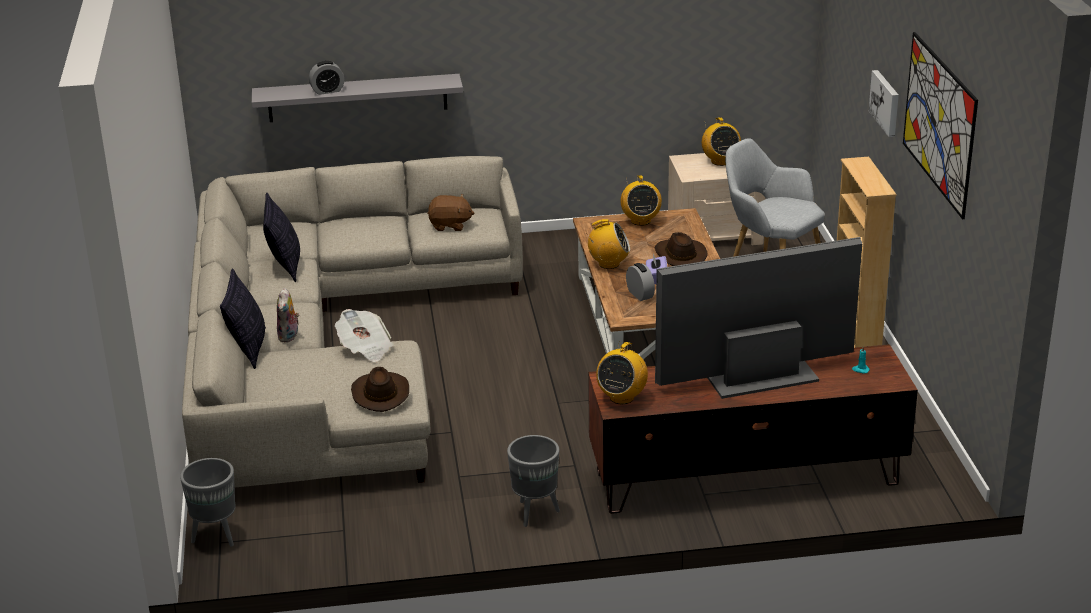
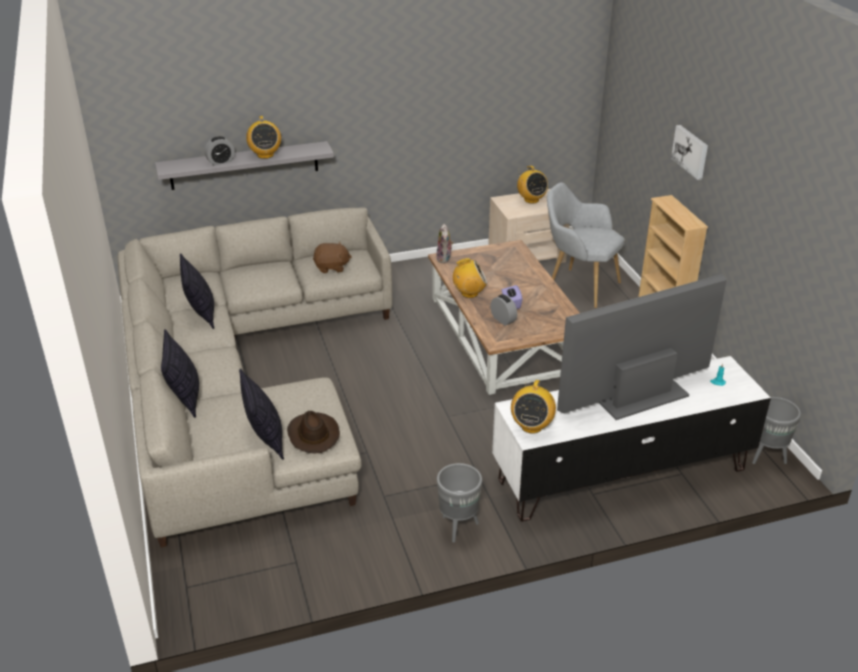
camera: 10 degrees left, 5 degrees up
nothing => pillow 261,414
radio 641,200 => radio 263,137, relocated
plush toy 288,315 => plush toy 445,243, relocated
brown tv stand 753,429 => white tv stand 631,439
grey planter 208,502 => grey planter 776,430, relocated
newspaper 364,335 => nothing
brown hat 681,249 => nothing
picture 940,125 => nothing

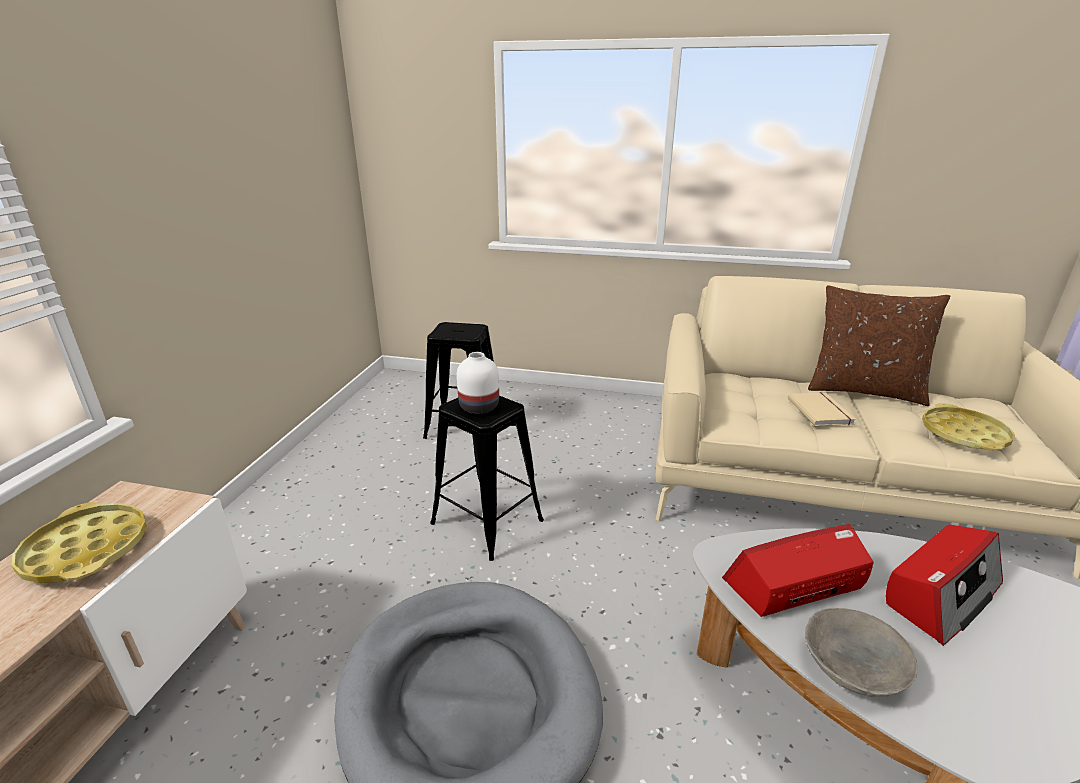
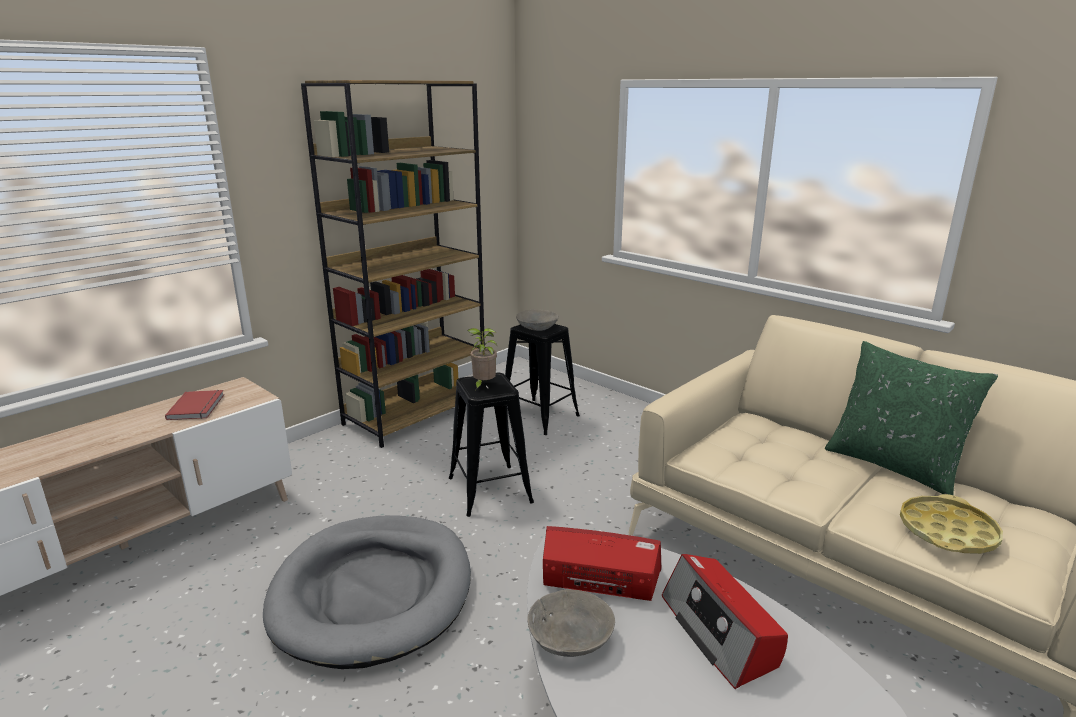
camera: 30 degrees right, 5 degrees down
yellow tray 79,542 => red book 194,405
nothing => brown bookcase 393,264
white vase 478,383 => potted plant 482,359
nothing => grey bowl 537,320
radio 944,585 => radio 725,621, 75 degrees clockwise
brown pillow 879,345 => green pillow 911,418
beige book 822,409 => nothing

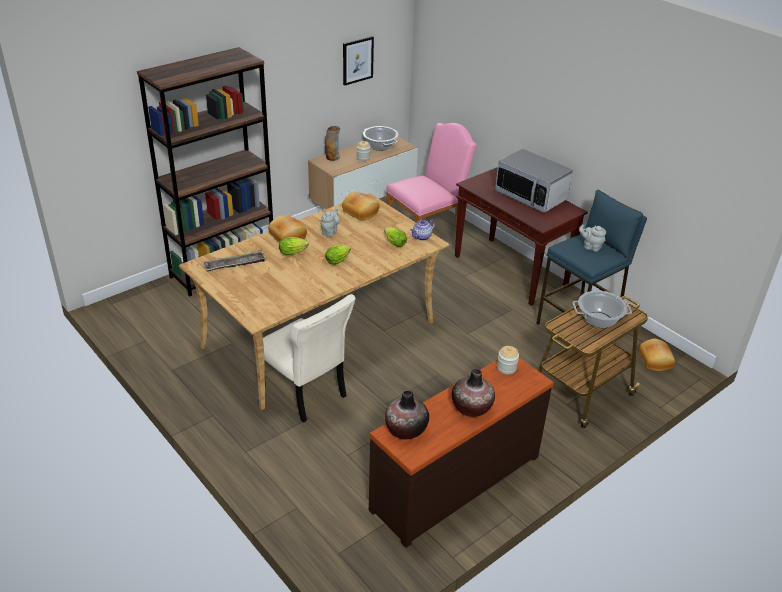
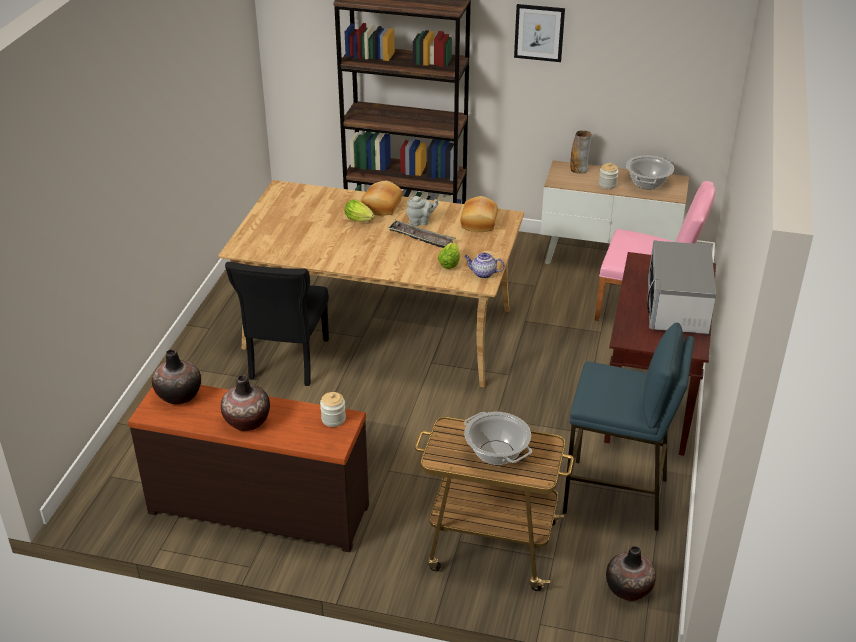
camera: 55 degrees right, 0 degrees up
beige chair 305,358 => black chair 277,324
tray 234,260 => tray 421,234, relocated
picture 358,61 => picture 539,33, relocated
bread 657,355 => vase 631,573
lettuce 338,254 => nothing
grey teapot 592,238 => nothing

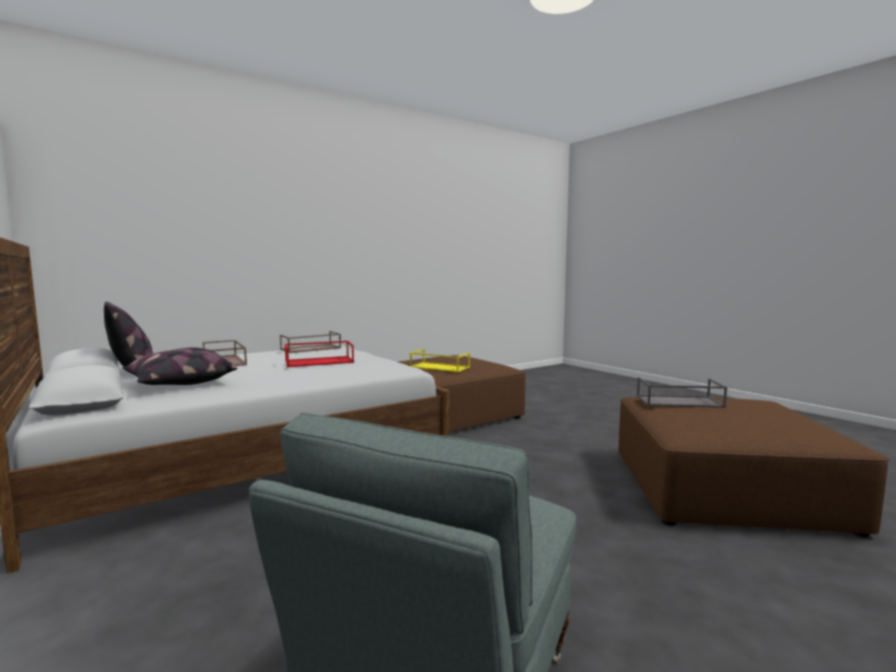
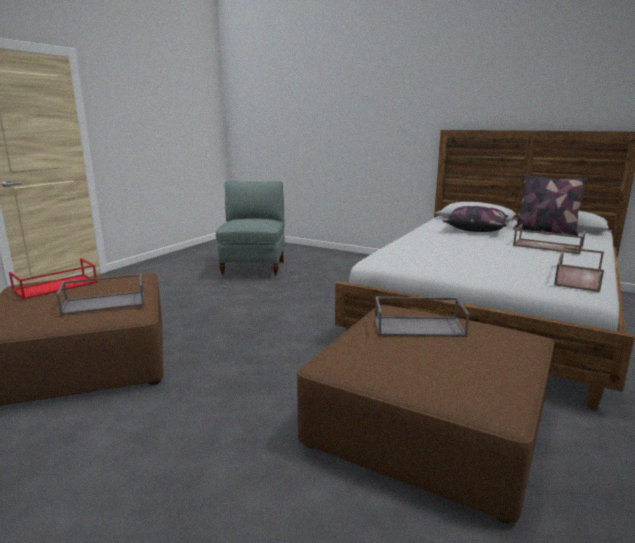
camera: 155 degrees right, 10 degrees up
red tray 319,354 => red tray 53,279, relocated
yellow tray 440,360 => grey tray 421,317

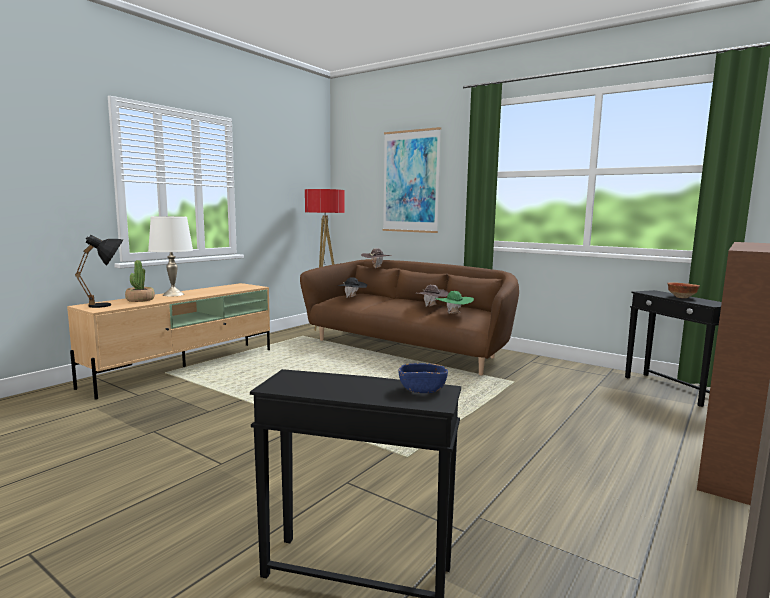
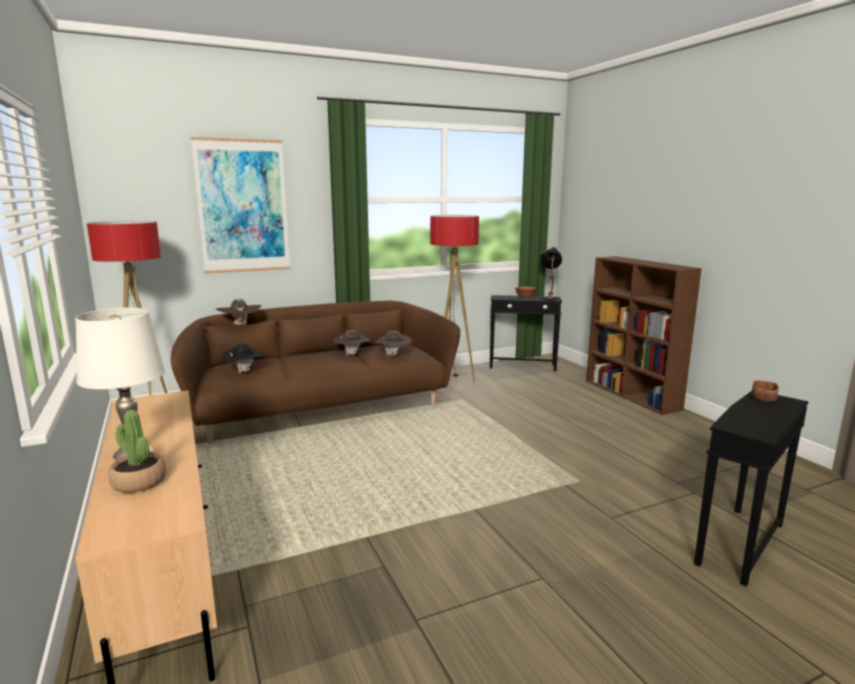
camera: 60 degrees left, 5 degrees up
green hat 454,302 => brown hat 393,343
nothing => floor lamp 454,299
black table lamp 99,271 => black table lamp 551,273, relocated
blue bowl 423,378 => brown bowl 765,391

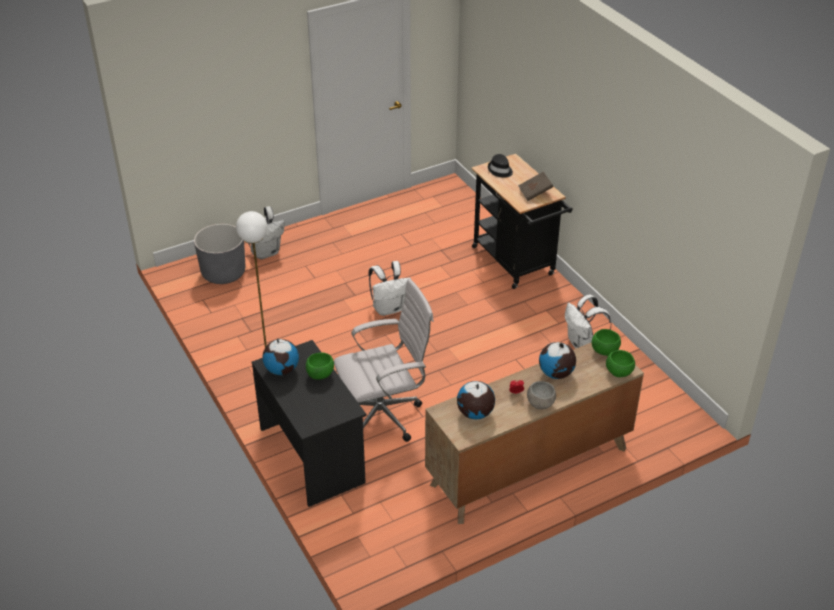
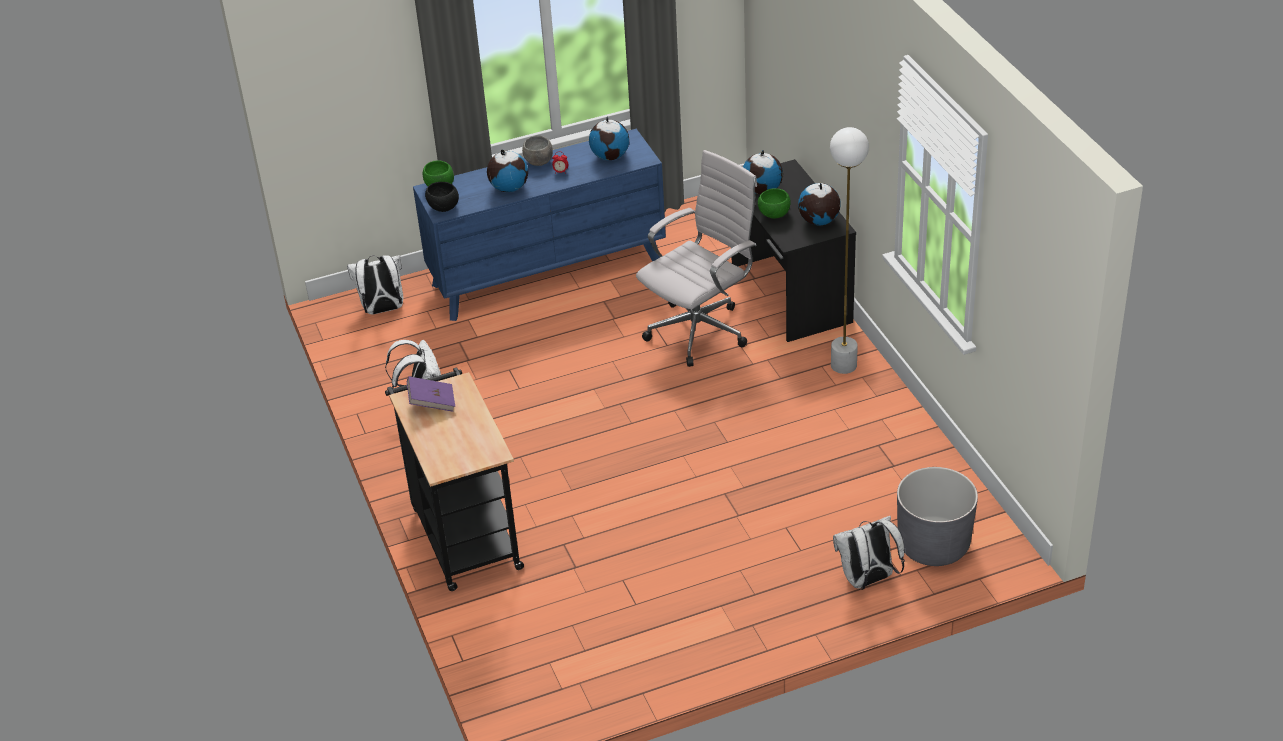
camera: 170 degrees left, 0 degrees up
white backpack 389,288 => white backpack 375,284, relocated
brown book 535,186 => purple book 431,394
brown dresser 534,433 => blue dresser 539,225
green bowl 606,342 => black bowl 442,197
white office chair 384,360 => white office chair 696,258, 150 degrees clockwise
nothing => globe 763,172
black hat 500,166 => nothing

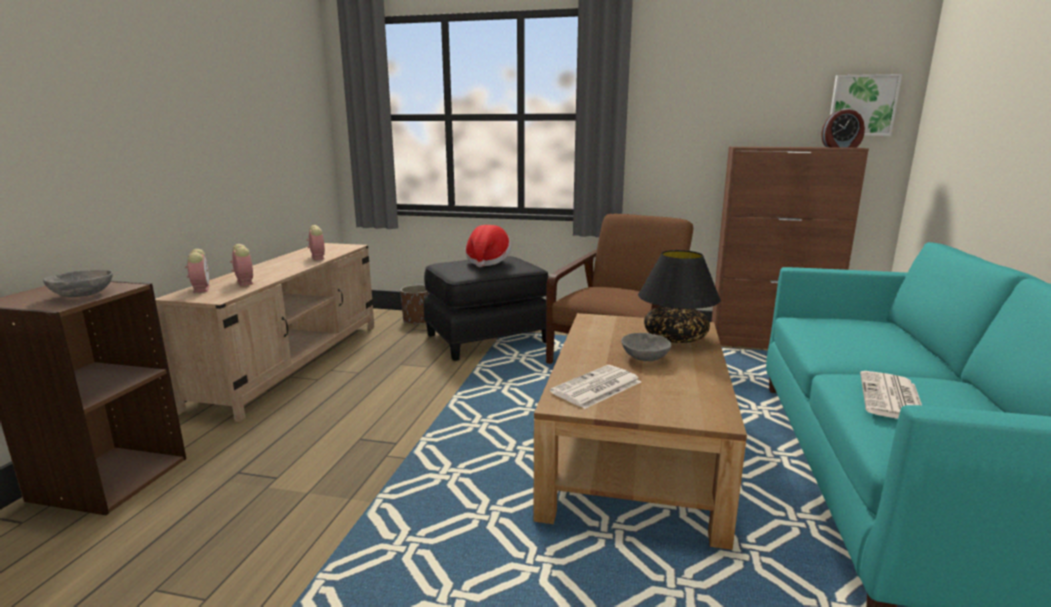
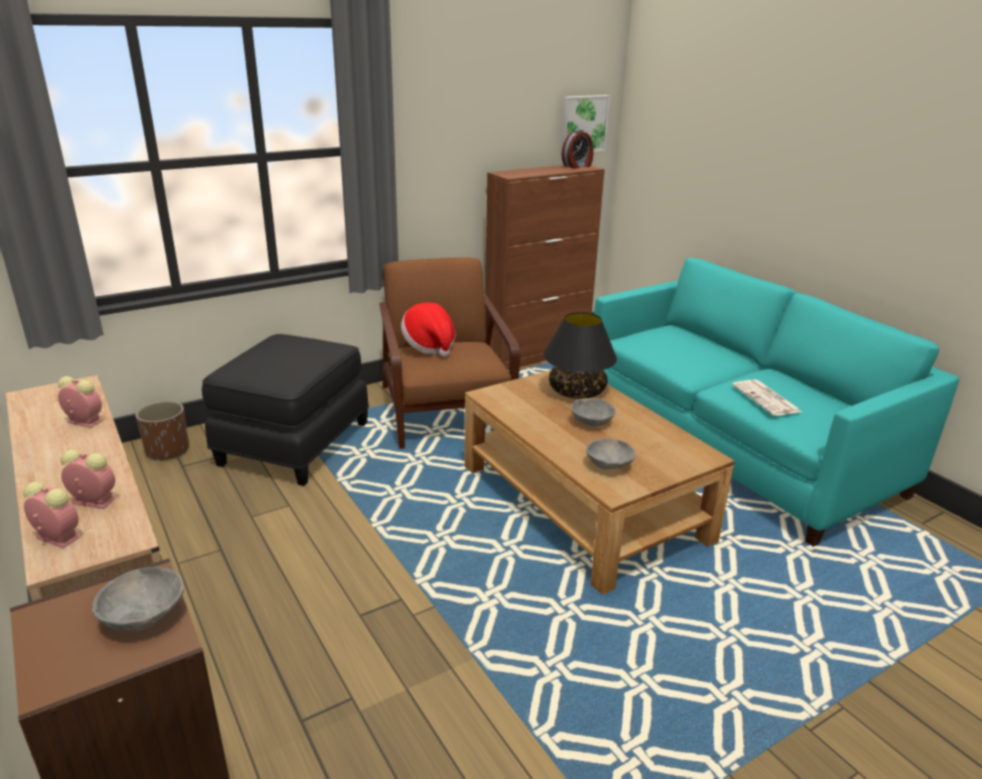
camera: 45 degrees left, 10 degrees up
hat 488,246 => hat 428,329, relocated
newspaper 595,387 => grey bowl 611,454

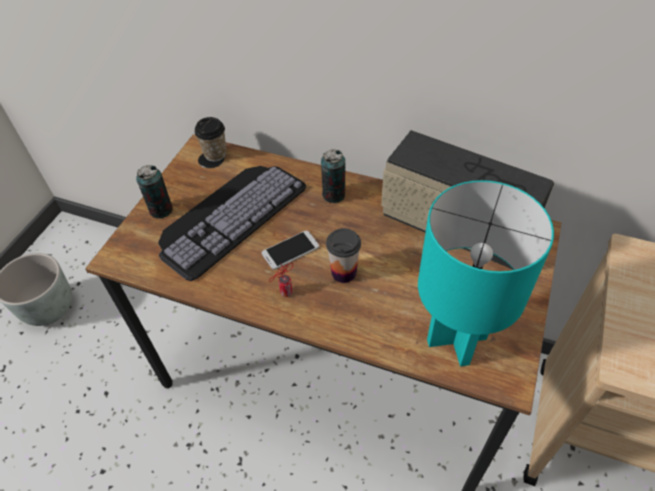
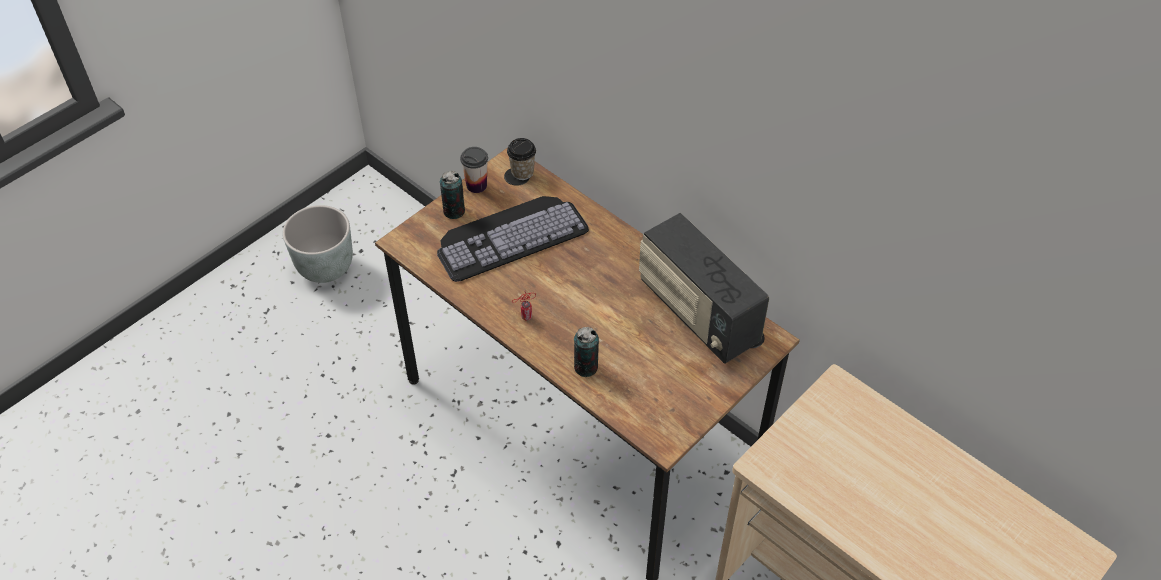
camera: 20 degrees right, 0 degrees up
cup 343,255 => cup 474,170, relocated
can 333,176 => can 586,352, relocated
phone 291,250 => nothing
turquoise table lamp 486,273 => nothing

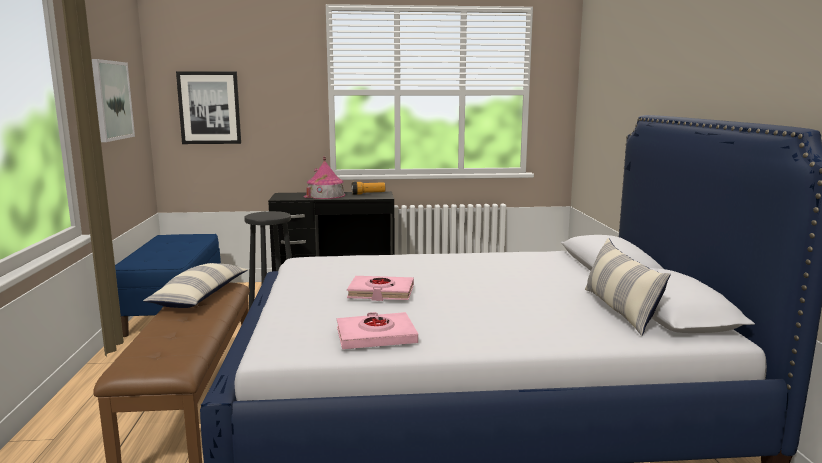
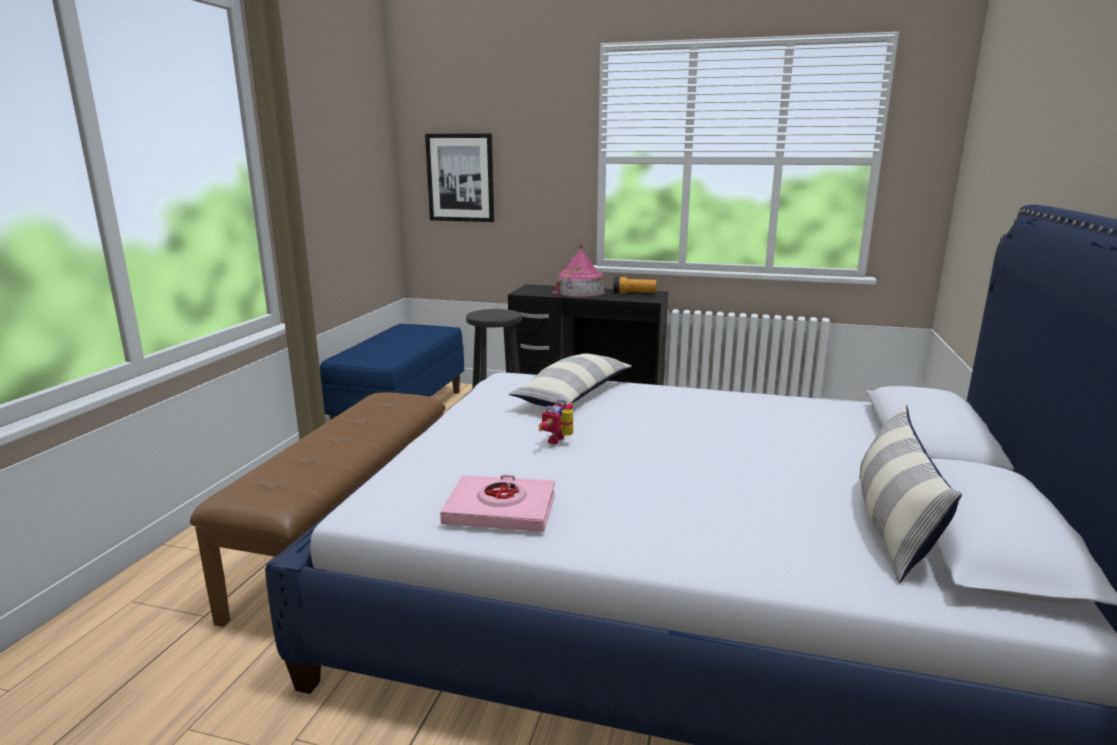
camera: 20 degrees right, 5 degrees up
pillow 195,285 => pillow 570,380, relocated
pink book 380,288 => toy robot 556,421
picture 113,100 => nothing

